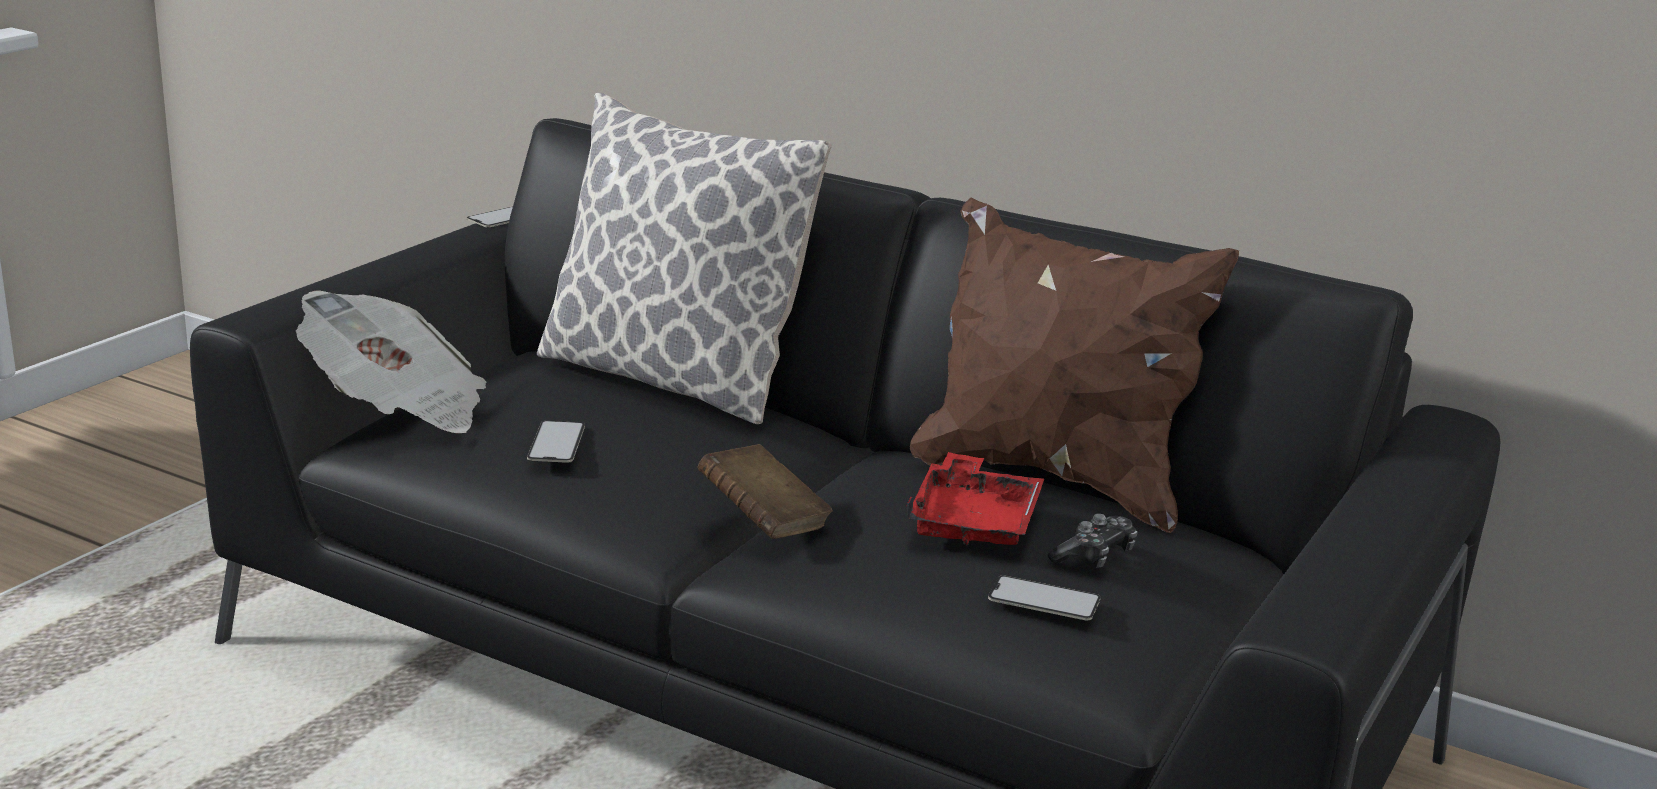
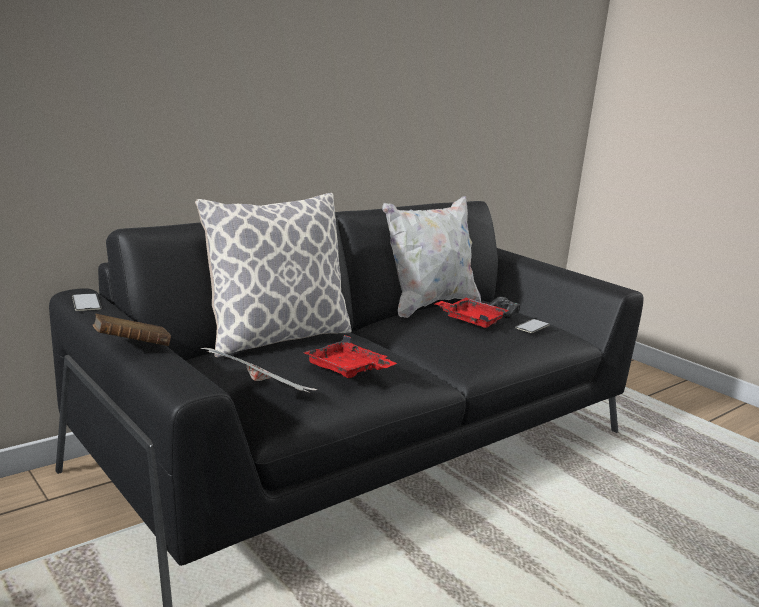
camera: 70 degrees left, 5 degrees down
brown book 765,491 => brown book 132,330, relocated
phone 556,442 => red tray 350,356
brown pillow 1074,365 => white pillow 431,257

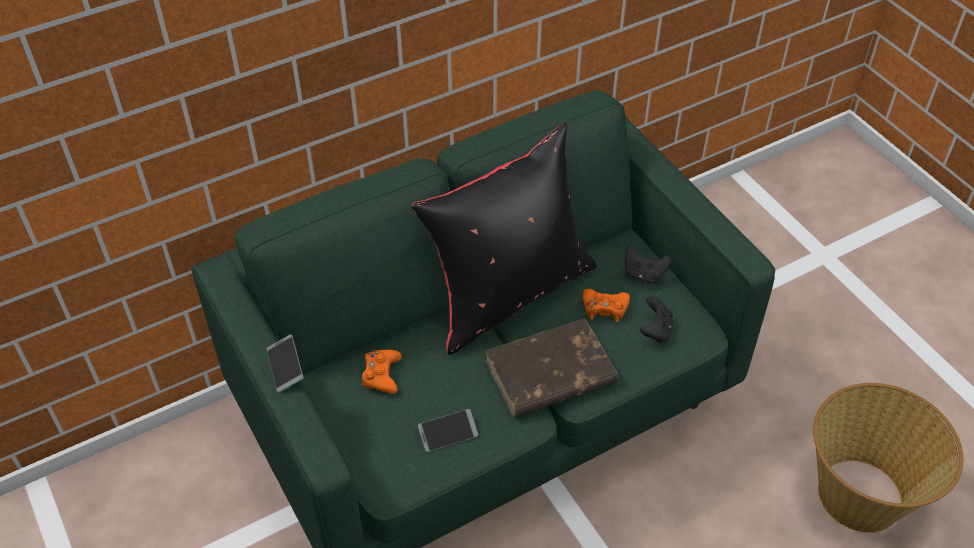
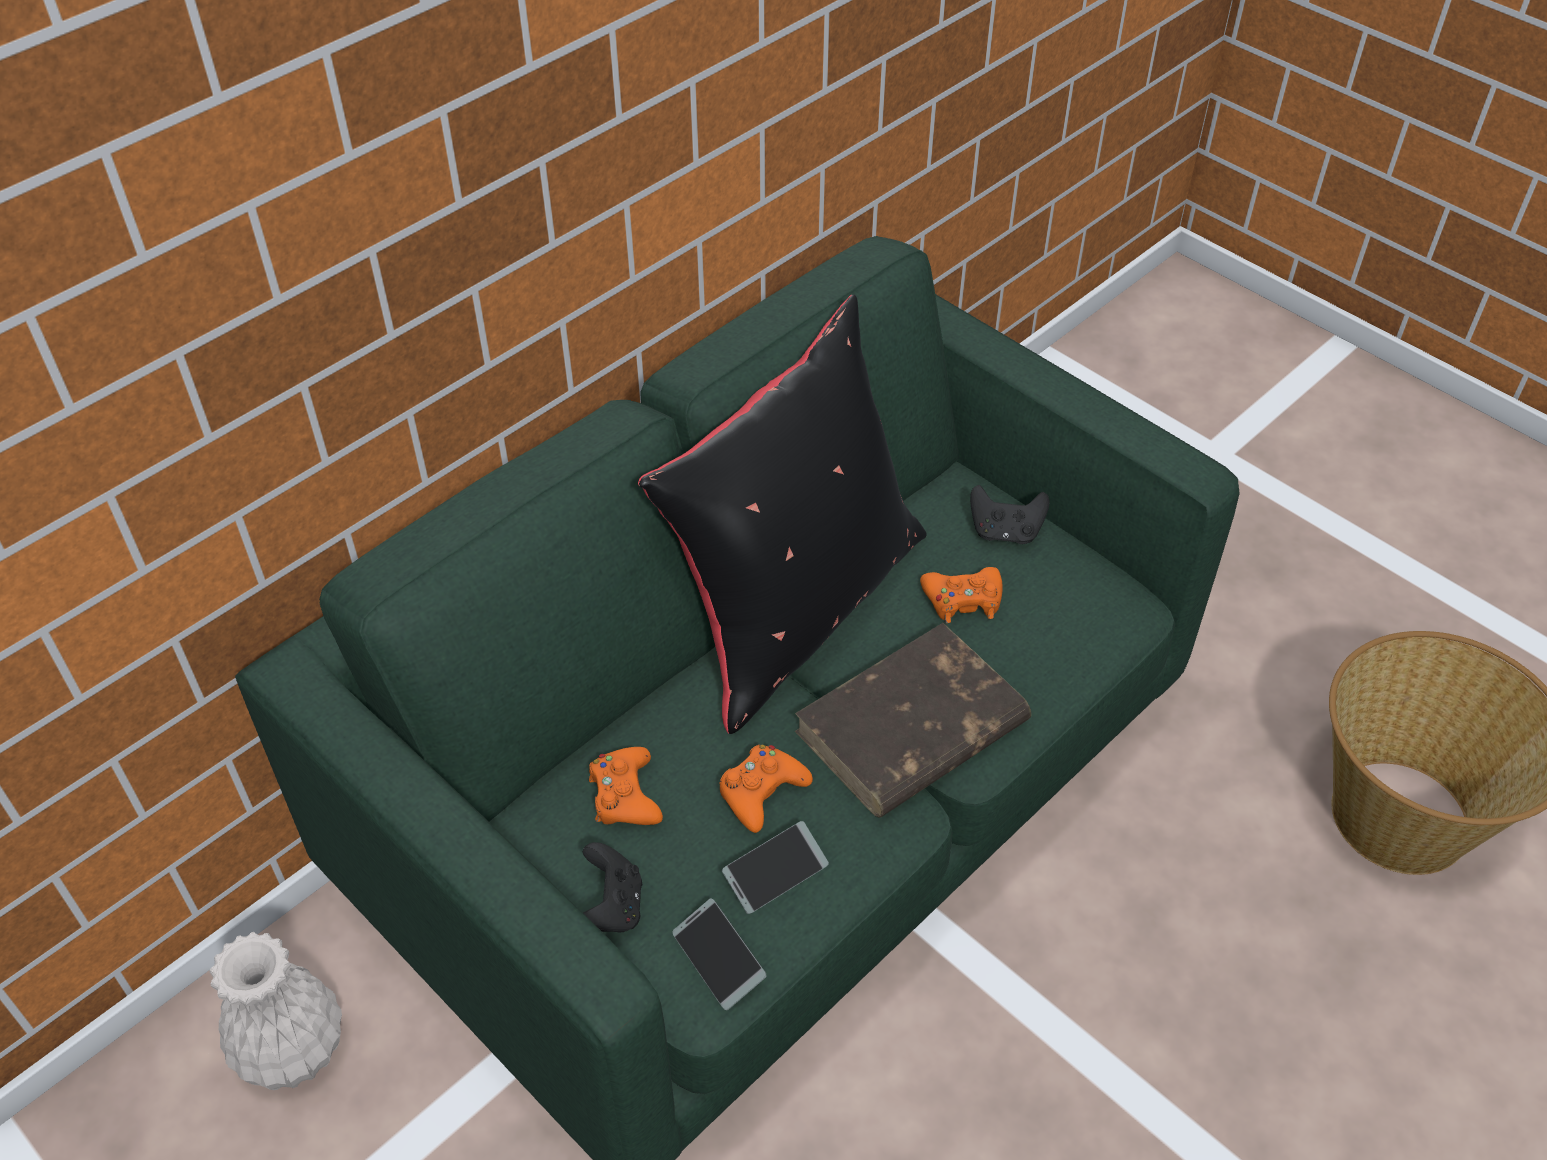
camera: 15 degrees left, 0 degrees up
nothing => white vase 275,1011
black game controller 656,319 => black game controller 612,887, relocated
phone 285,363 => phone 719,954, relocated
nothing => orange game controller 766,789

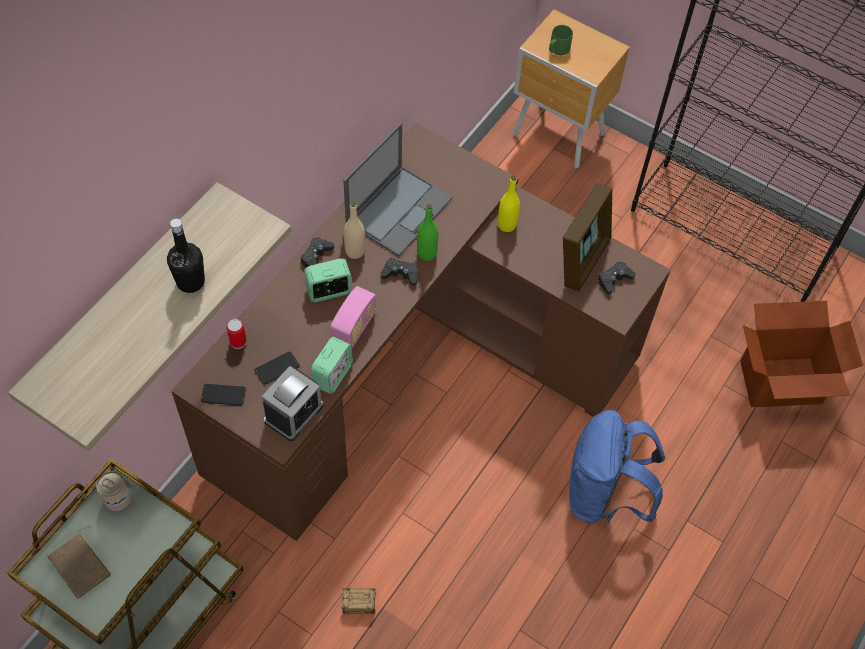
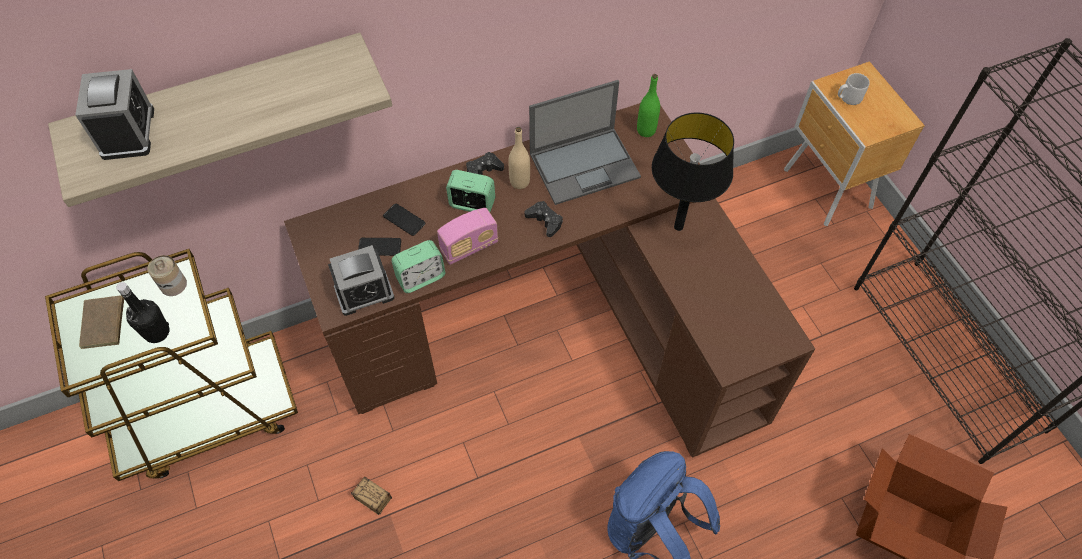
camera: 35 degrees right, 0 degrees up
nothing => alarm clock 114,114
black bottle 186,256 => black bottle 143,312, relocated
phone 223,395 => phone 404,220, relocated
green bottle 427,232 => green bottle 648,105, relocated
yellow bottle 509,204 => black table lamp 693,171
green mug 561,40 => grey mug 854,89
can 236,334 => nothing
picture frame 587,237 => nothing
black game controller 617,277 => nothing

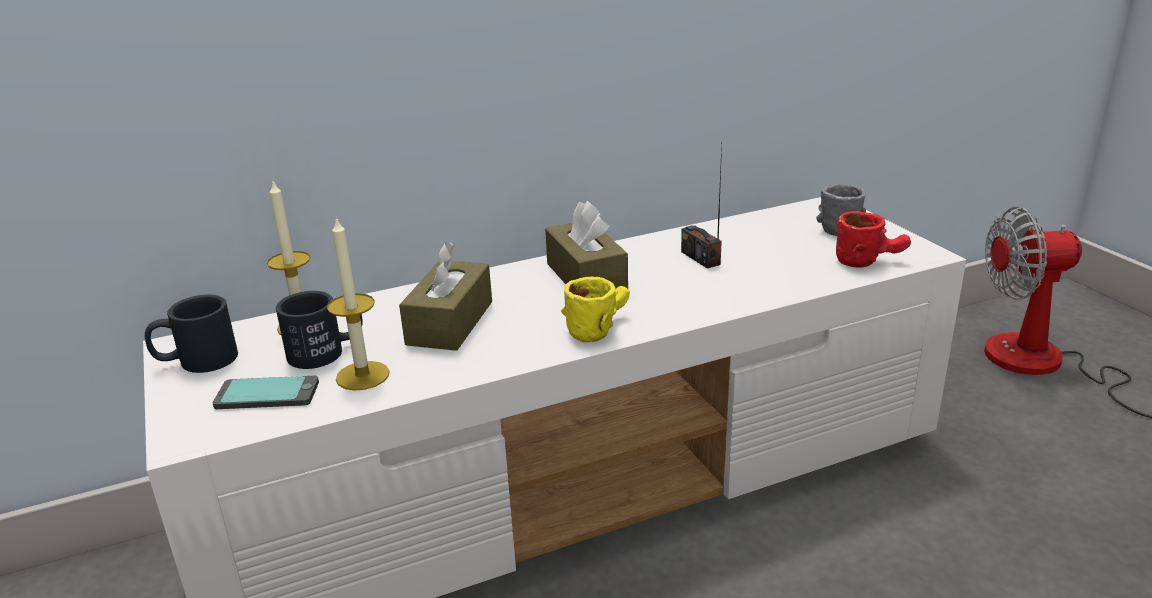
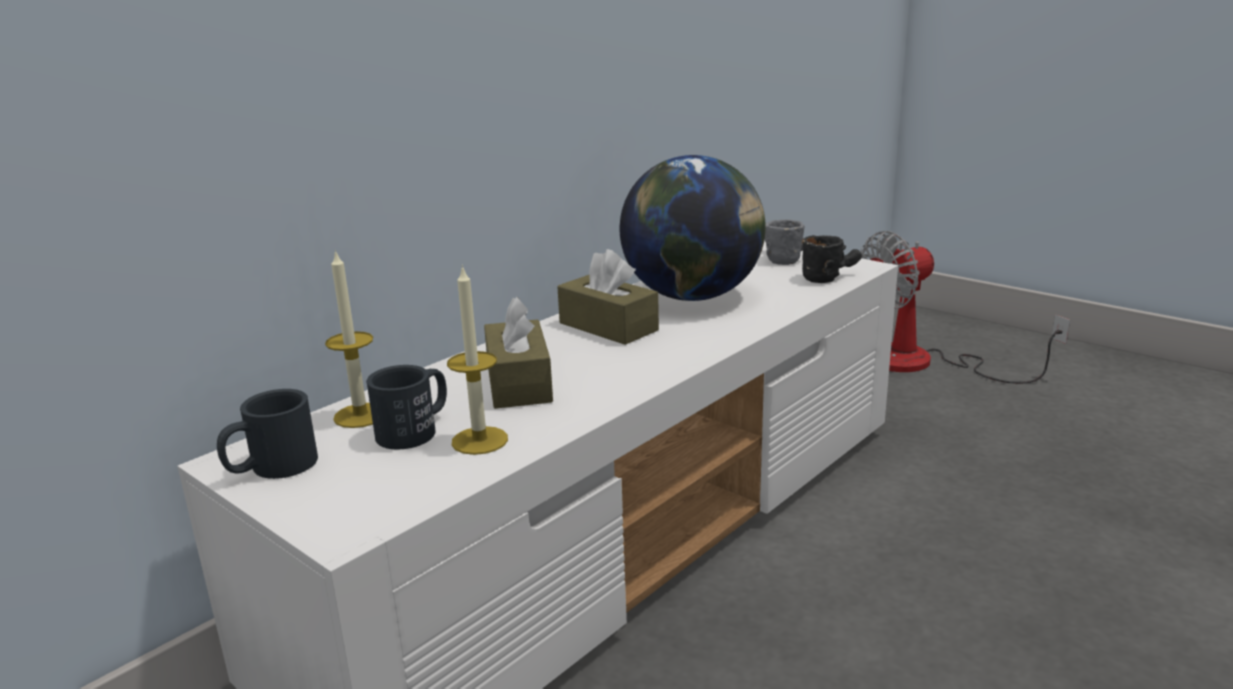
camera: 25 degrees left, 5 degrees down
radio 701,207 => globe 693,228
red mug 873,239 => black mug 832,259
phone 265,392 => nothing
yellow mug 595,309 => nothing

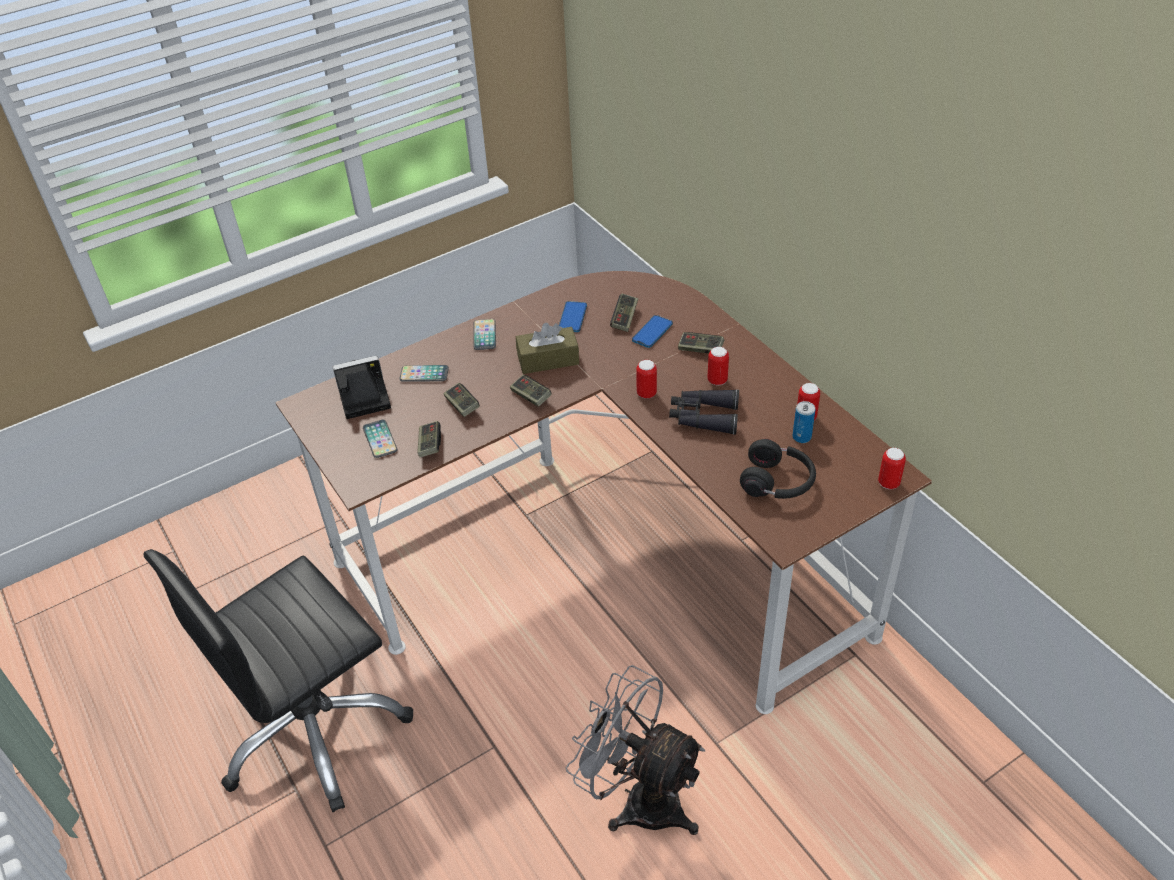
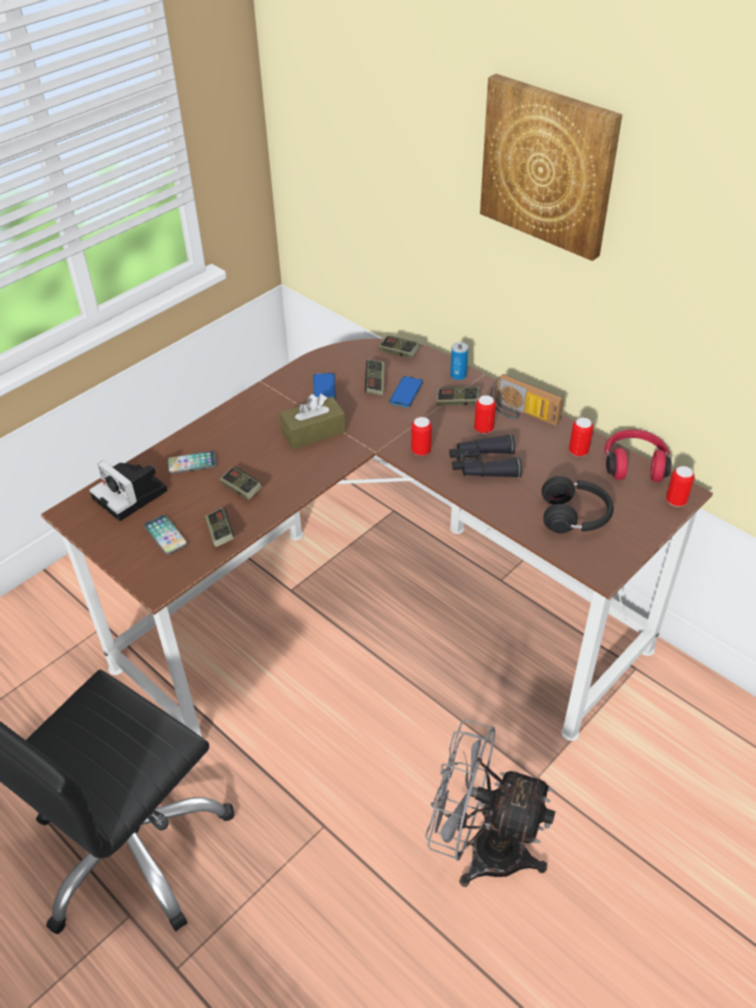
camera: 15 degrees left, 0 degrees up
photo camera 362,387 => photo camera 128,490, 105 degrees counterclockwise
game controller 531,391 => game controller 399,347, relocated
can 803,422 => can 459,361, relocated
nothing => picture 551,167
nothing => radio 526,400
nothing => red headphones 637,455
phone 484,334 => nothing

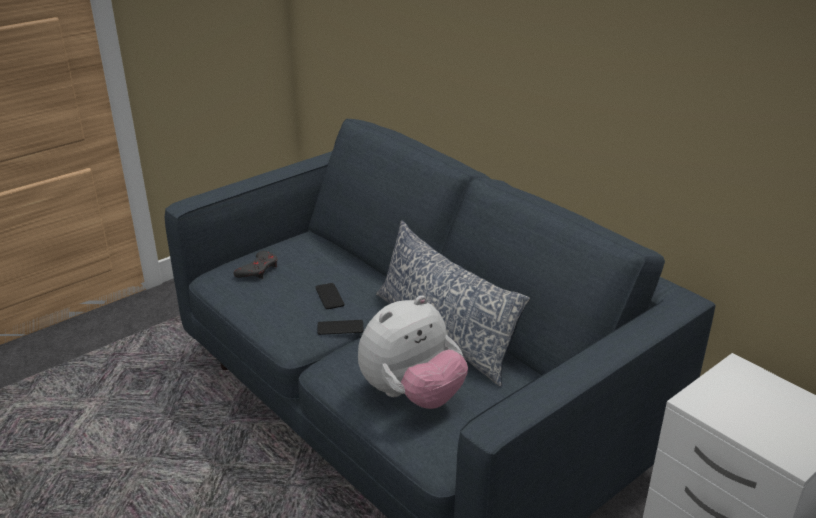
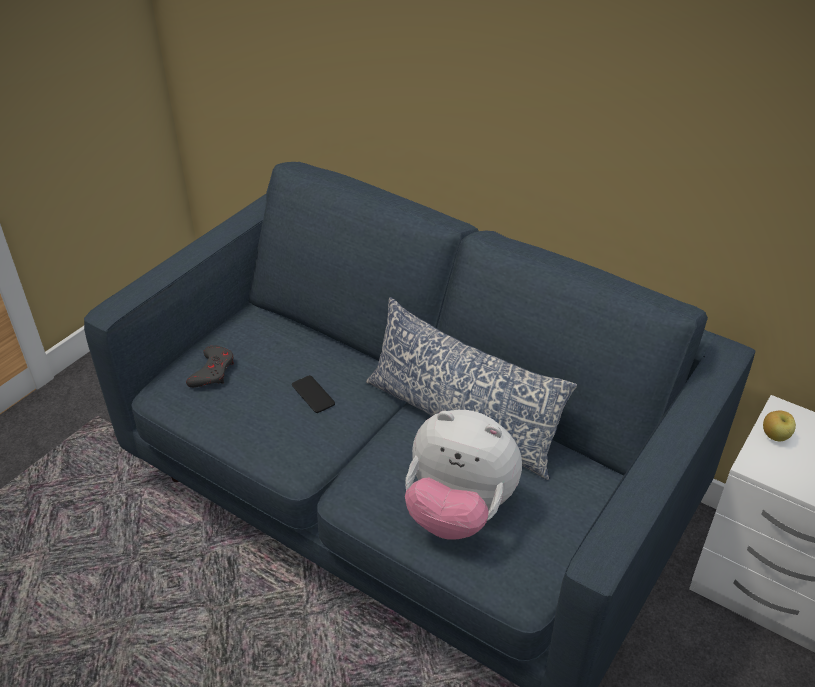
camera: 15 degrees left, 10 degrees up
plush toy 413,352 => plush toy 463,475, 75 degrees clockwise
nothing => apple 779,425
phone 340,327 => nothing

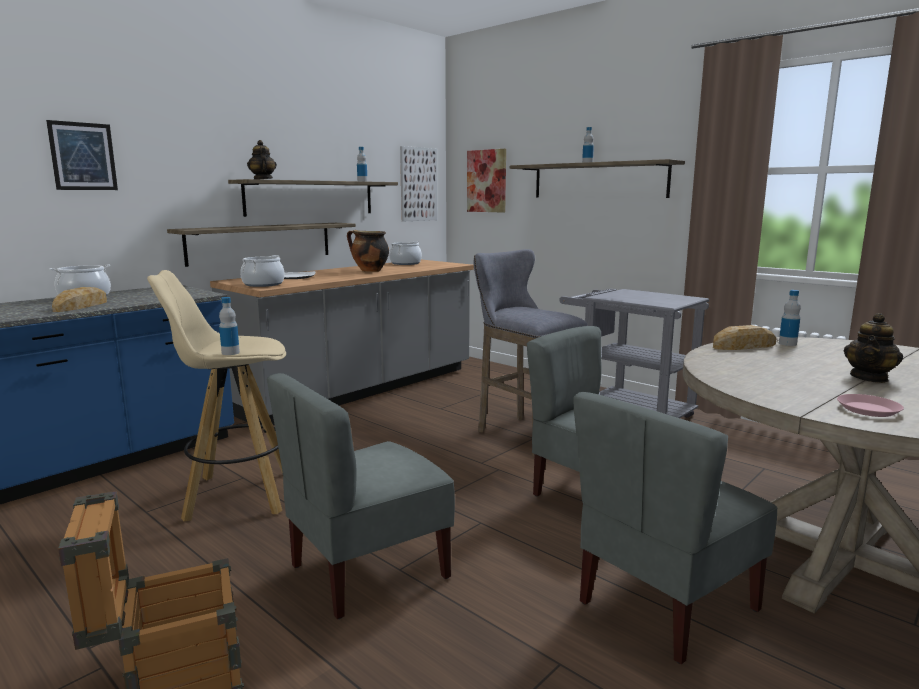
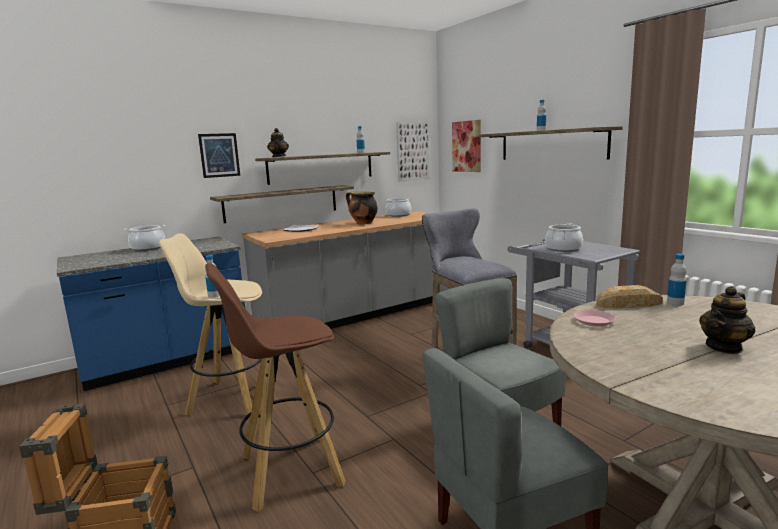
camera: 15 degrees right, 0 degrees up
picture 82,155 => picture 219,155, relocated
grey chair 361,496 => brown stool 275,387
cooking pot 262,271 => cooking pot 564,237, relocated
pink plate 870,405 => pink plate 594,318, relocated
bread 79,299 => nothing

